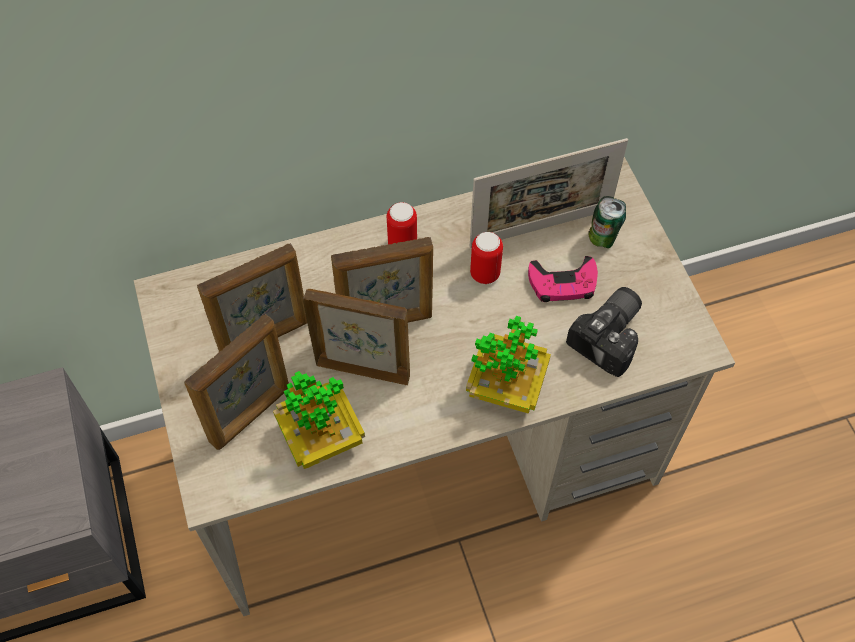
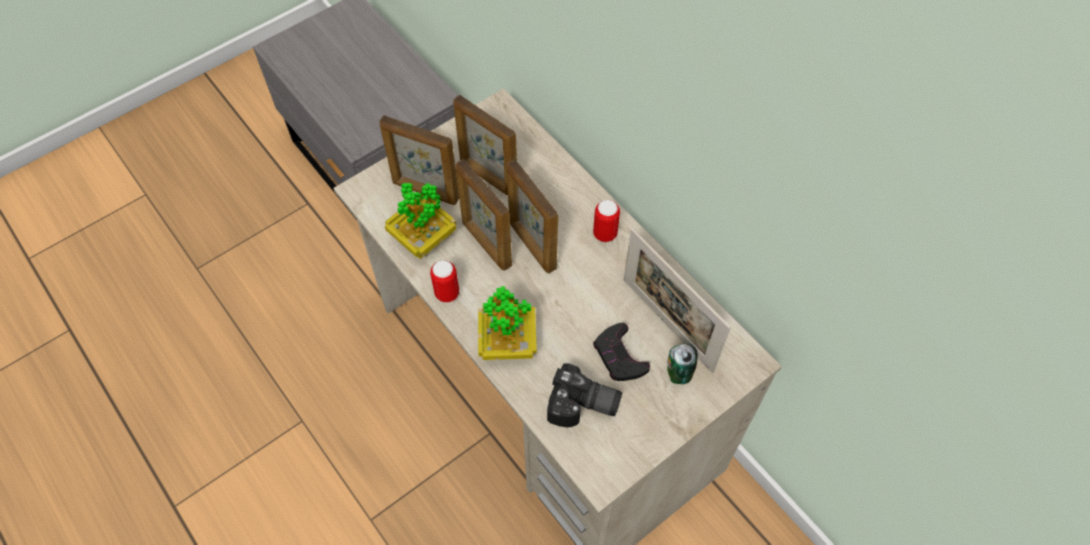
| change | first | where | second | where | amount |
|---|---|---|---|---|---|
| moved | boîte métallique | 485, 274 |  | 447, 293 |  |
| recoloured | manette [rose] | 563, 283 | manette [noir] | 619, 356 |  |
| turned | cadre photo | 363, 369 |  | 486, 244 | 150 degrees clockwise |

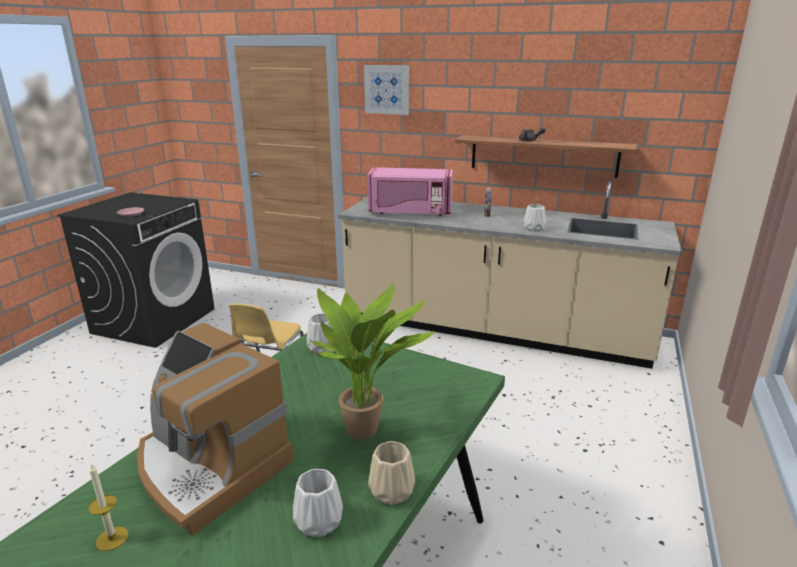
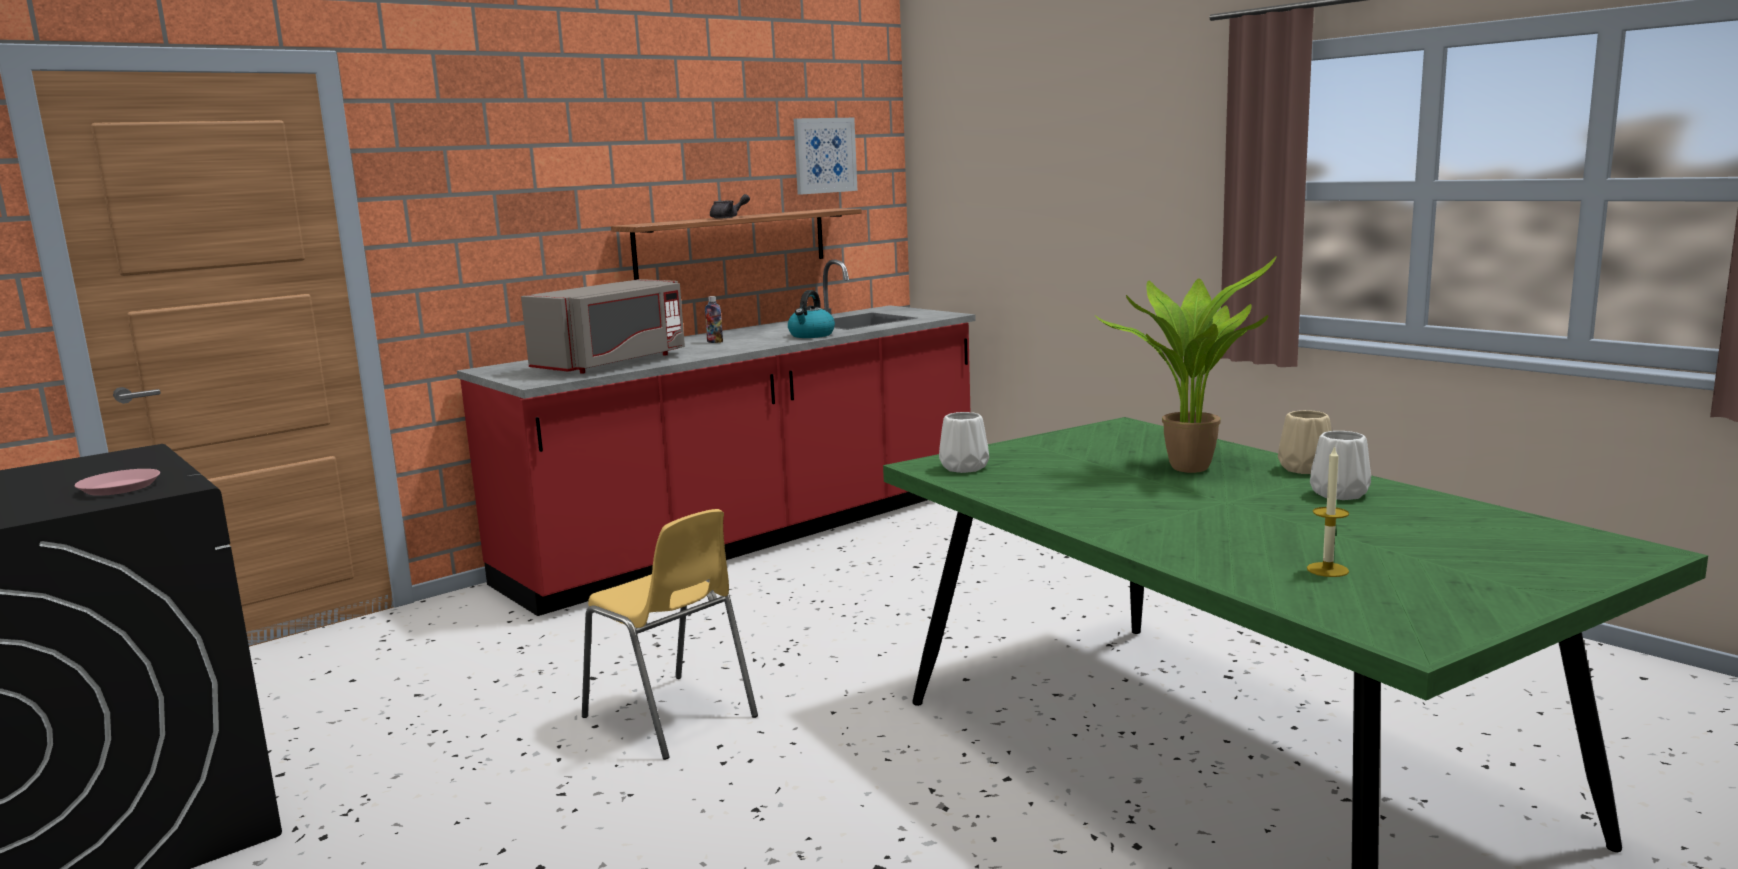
| change | first | where | second | where | amount |
|---|---|---|---|---|---|
| moved | tableau | 387, 89 |  | 824, 155 |  |
| recoloured | micro-ondes [rose] | 410, 212 | micro-ondes [gris] | 613, 363 |  |
| recoloured | comptoir de cuisine [beige] | 493, 330 | comptoir de cuisine [rouge] | 753, 535 |  |
| replaced | vase [blanc] | 534, 229 | bouilloire | 811, 335 |  |
| removed | machine à café | 209, 466 |  |  |  |

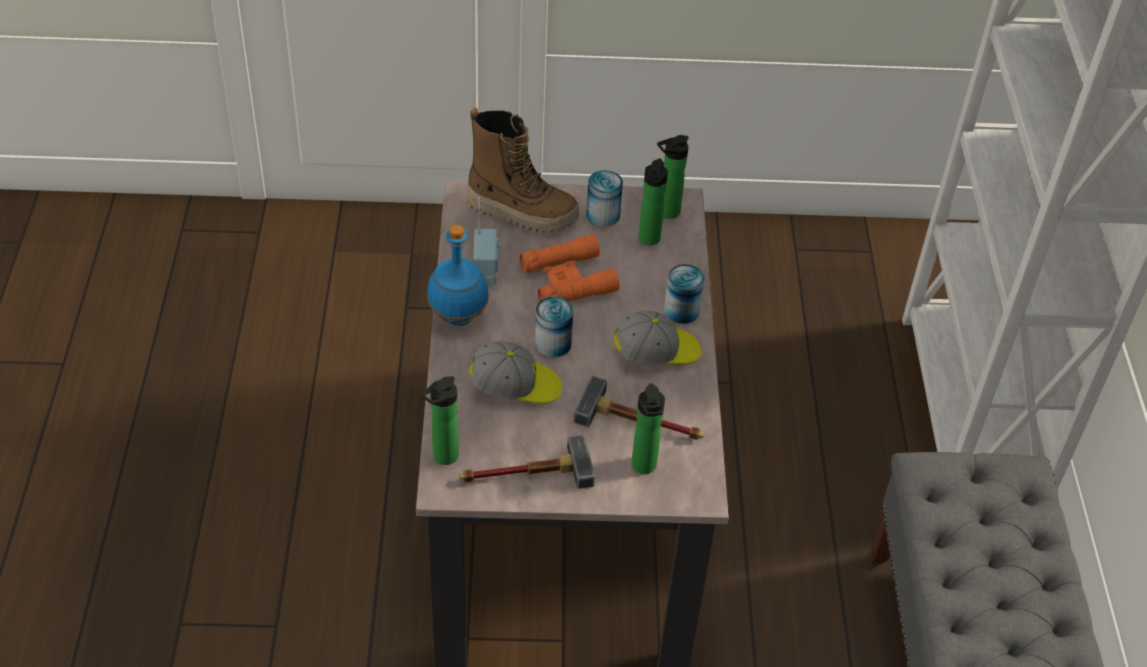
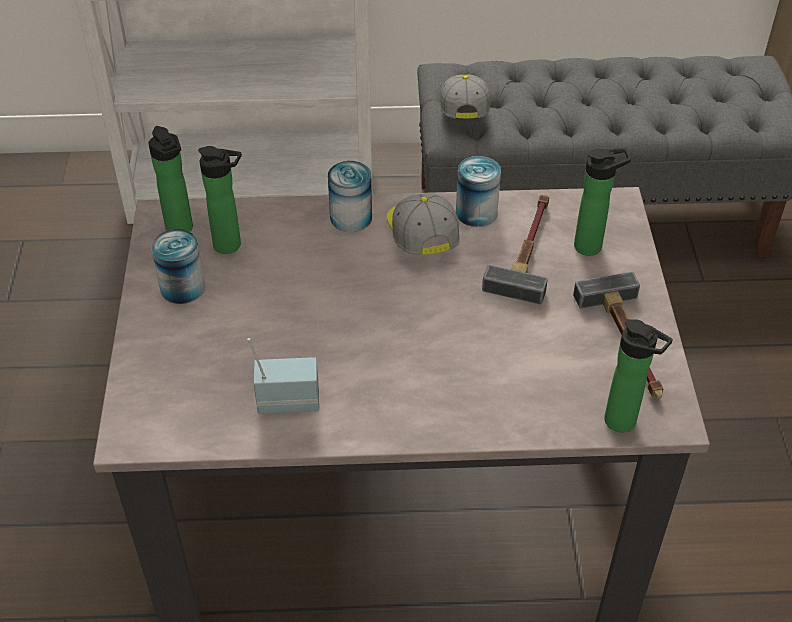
| change | first | where | second | where | amount |
|---|---|---|---|---|---|
| removed | botte | 522, 212 |  |  |  |
| removed | bouteille [bleu] | 459, 317 |  |  |  |
| removed | jumelles [orange] | 568, 279 |  |  |  |
| moved | boîte métallique | 553, 343 |  | 476, 212 |  |
| moved | casquette | 515, 387 |  | 463, 110 |  |

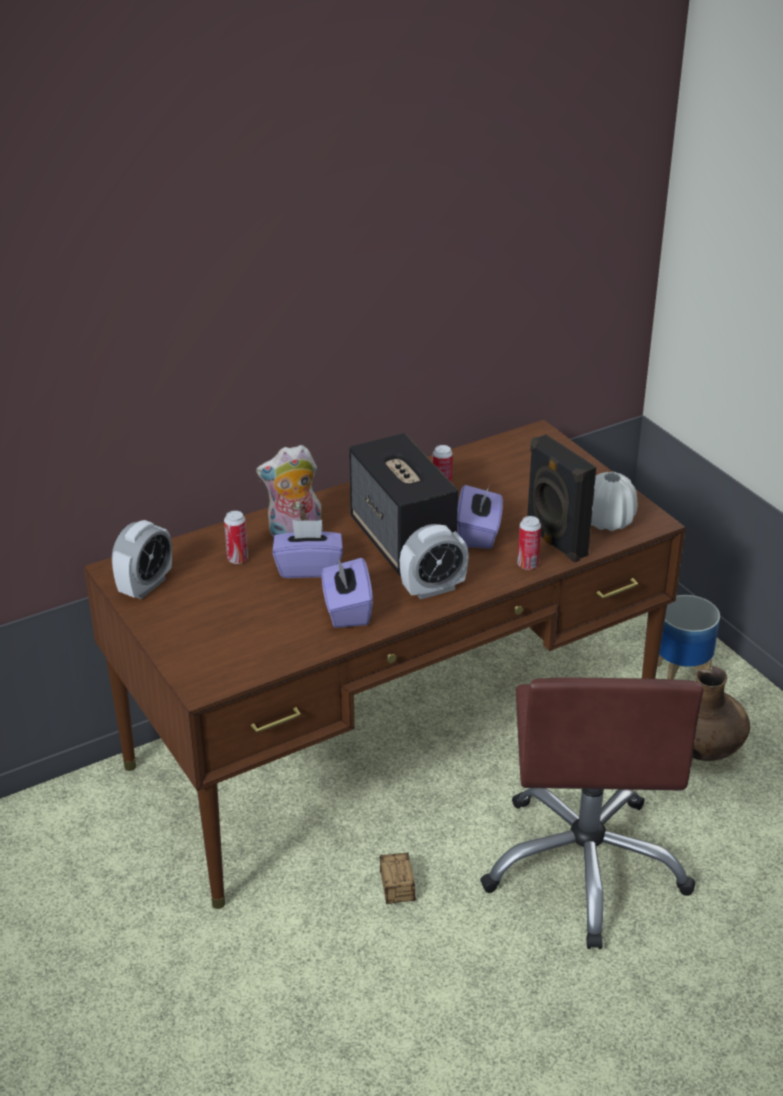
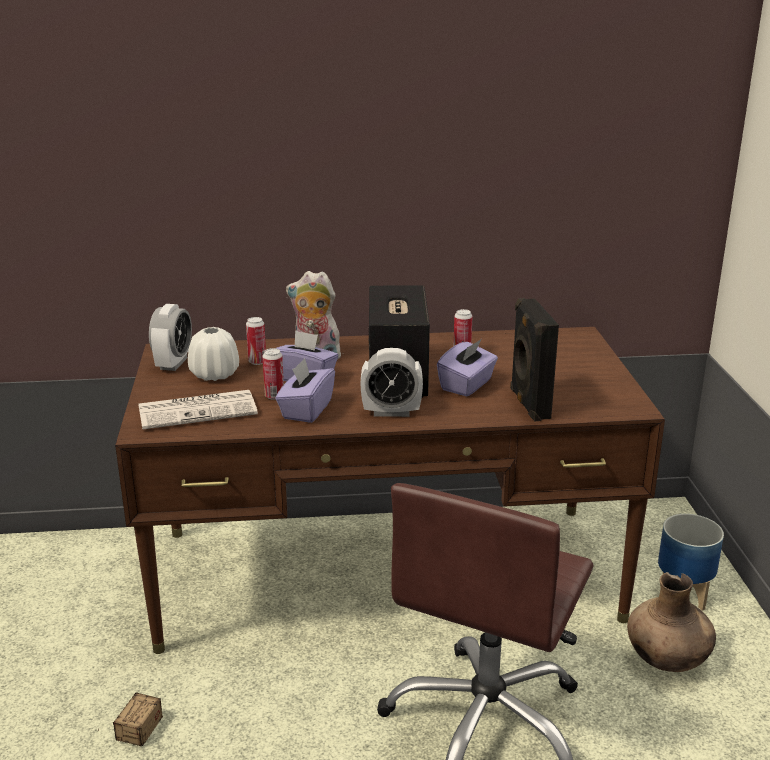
| change | first | where | second | where | amount |
|---|---|---|---|---|---|
| moved | vase [blanc] | 607, 521 |  | 214, 374 |  |
| moved | boîte métallique | 527, 565 |  | 274, 396 |  |
| turned | réveil | 145, 586 |  | 173, 363 | 45 degrees counterclockwise |
| moved | boîte de rangement | 401, 909 |  | 124, 750 |  |
| added |  |  | journal | 199, 410 |  |

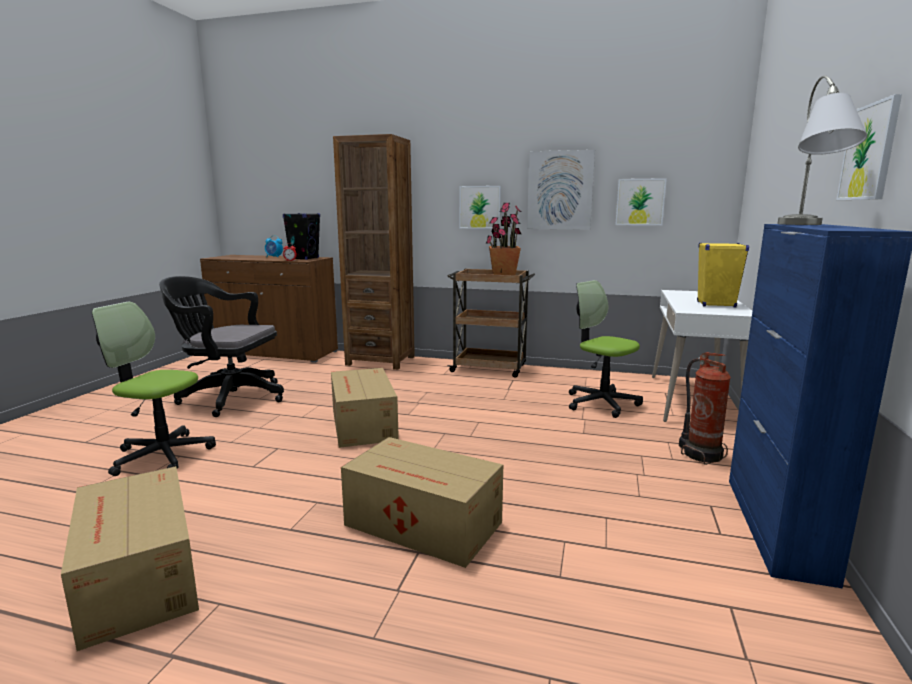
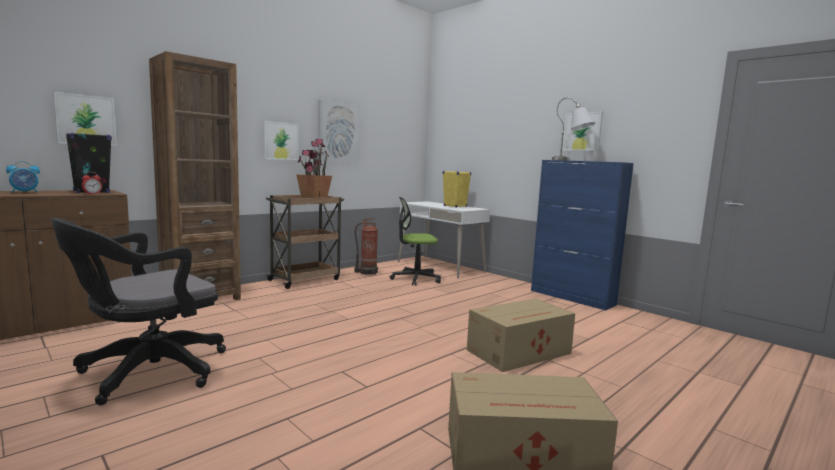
| change | first | where | second | where | amount |
|---|---|---|---|---|---|
| moved | tableau | 640, 202 |  | 86, 120 |  |
| removed | chaise de bureau | 162, 455 |  |  |  |
| moved | extincteur | 701, 454 |  | 367, 272 |  |
| removed | carton | 363, 425 |  |  |  |

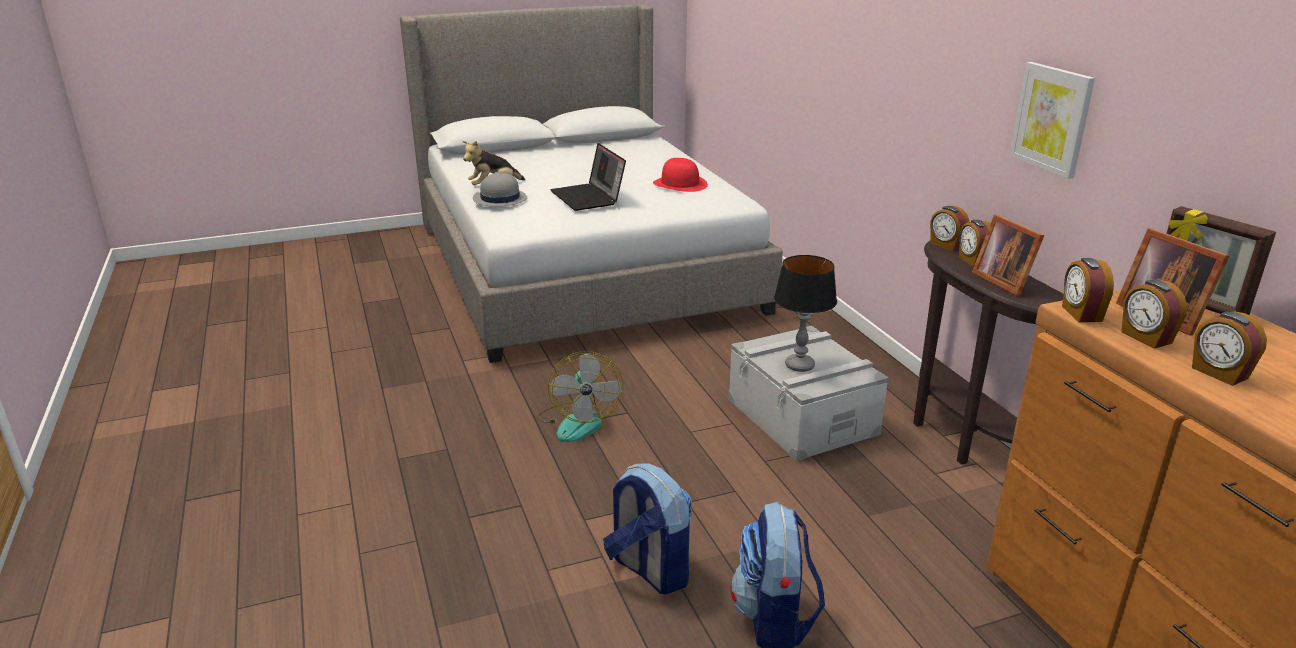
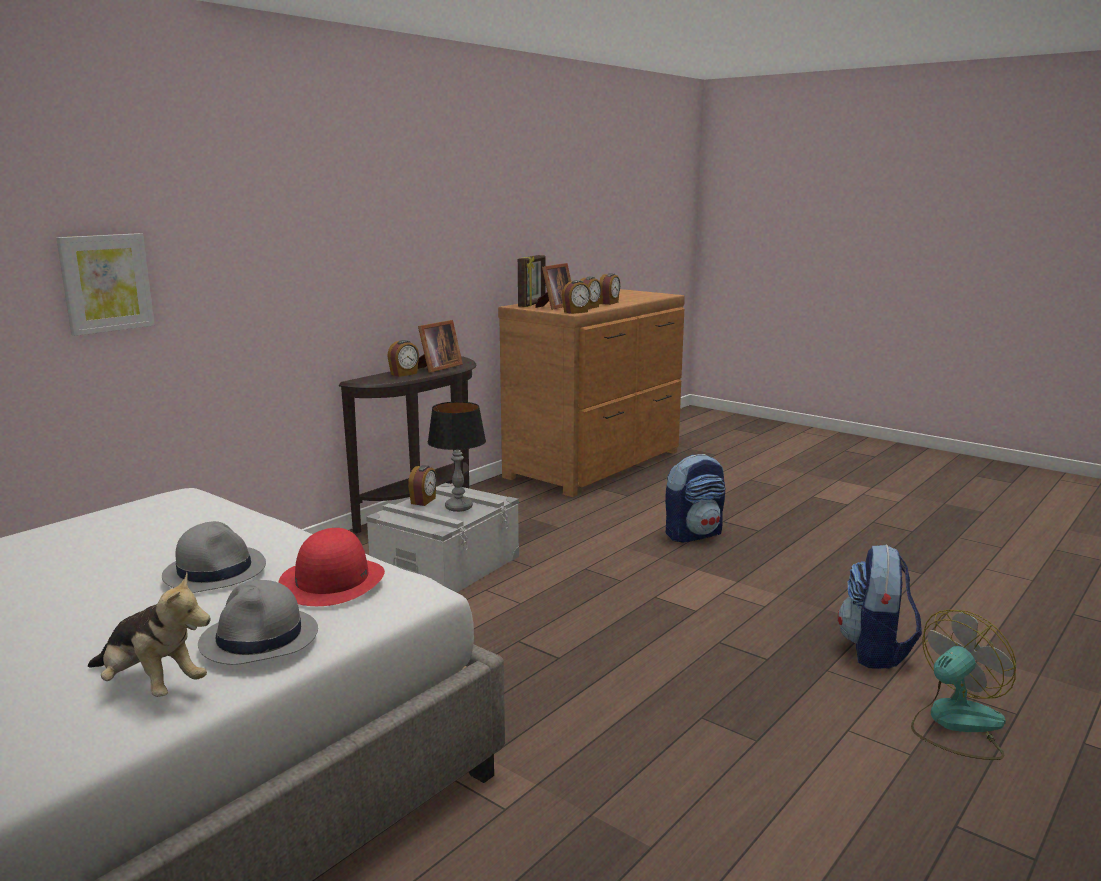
| change | first | where | second | where | amount |
|---|---|---|---|---|---|
| moved | tableau | 1052, 119 |  | 106, 283 |  |
| replaced | ordinateur portable | 589, 198 | chapeau [gris] | 215, 570 |  |
| moved | chapeau [rouge] | 680, 184 |  | 332, 580 |  |
| moved | réveil | 946, 245 |  | 424, 501 |  |
| moved | ventilateur | 578, 421 |  | 956, 724 |  |
| moved | sac à dos | 649, 570 |  | 875, 651 |  |

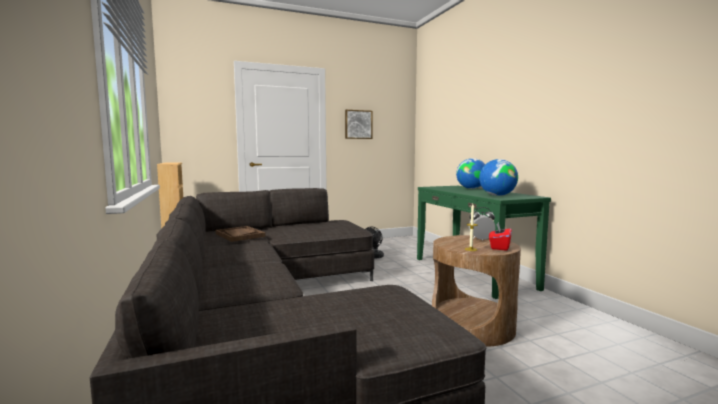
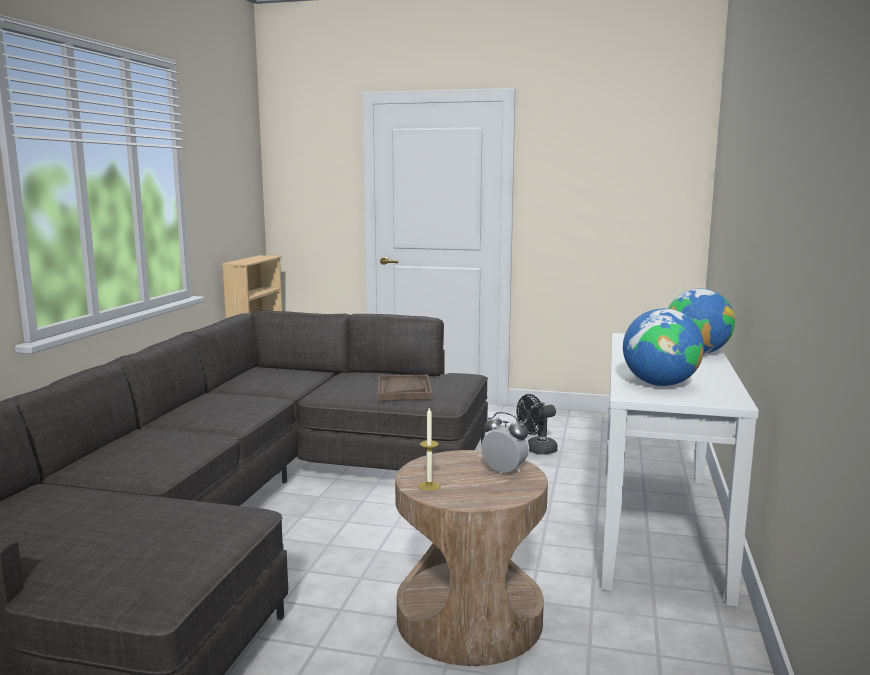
| change | first | where | second | where | amount |
|---|---|---|---|---|---|
| removed | tableau | 358, 124 |  |  |  |
| recoloured | table console [vert] | 472, 272 | table console [blanc] | 660, 527 |  |
| removed | boîte à mouchoirs [rouge] | 499, 247 |  |  |  |
| moved | plateau [marron] | 240, 235 |  | 404, 390 |  |

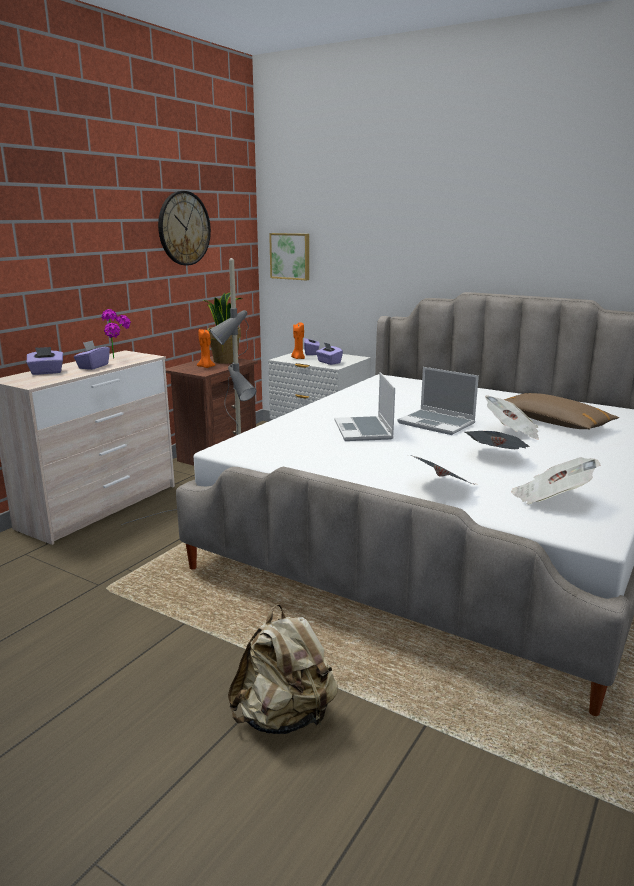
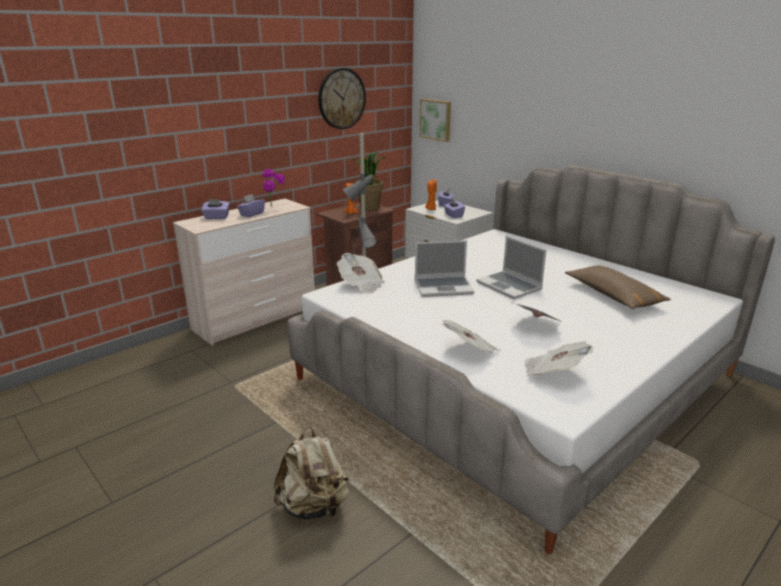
| change | first | where | second | where | amount |
|---|---|---|---|---|---|
| turned | ordinateur portable | 364, 431 |  | 444, 287 | 105 degrees counterclockwise |
| moved | journal | 511, 432 |  | 361, 285 |  |

